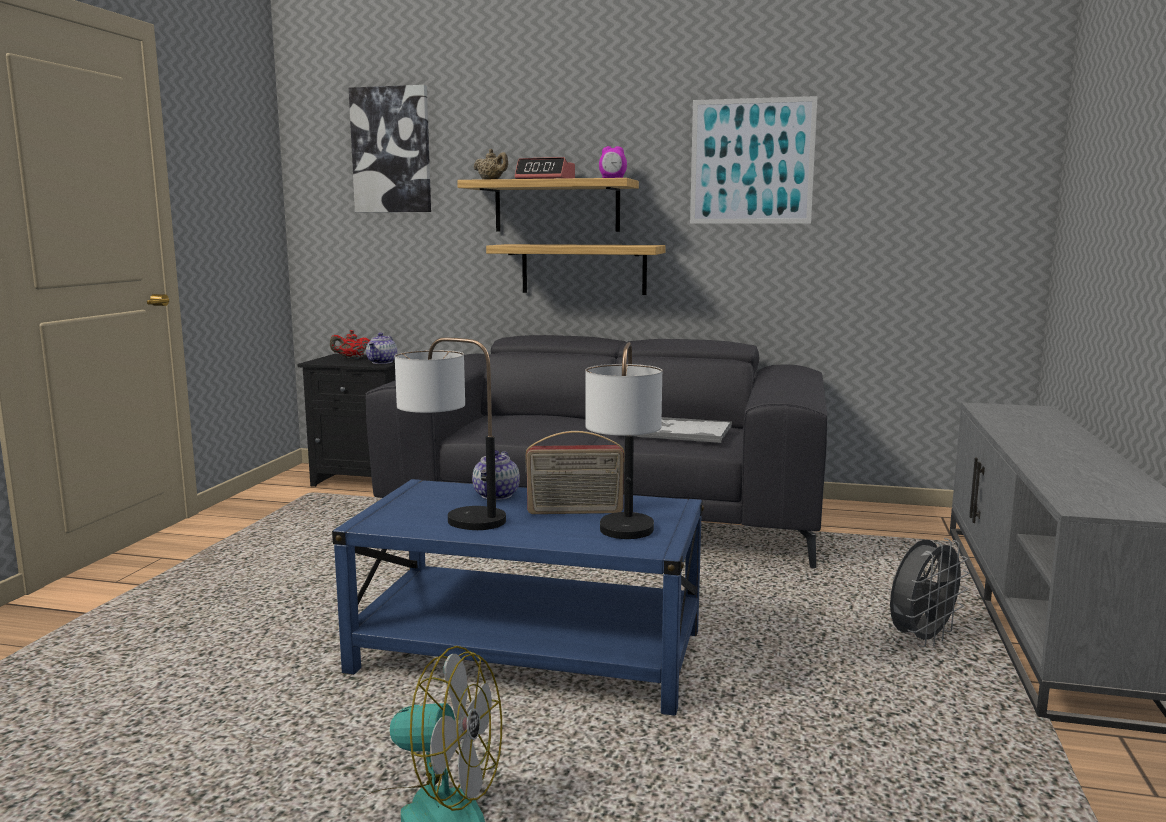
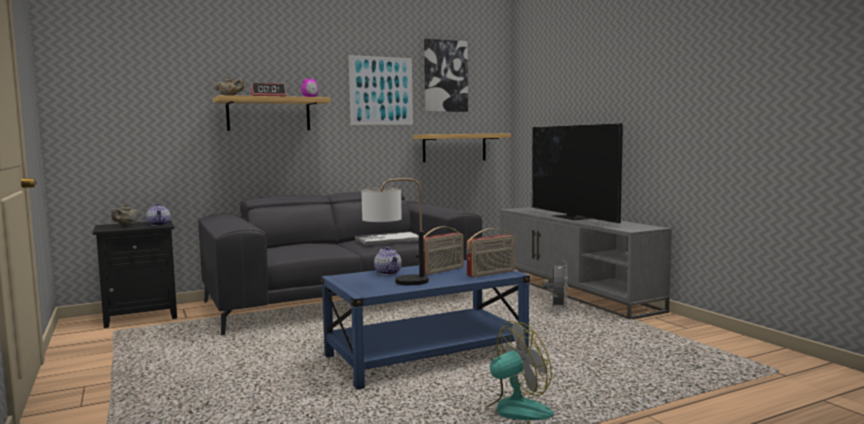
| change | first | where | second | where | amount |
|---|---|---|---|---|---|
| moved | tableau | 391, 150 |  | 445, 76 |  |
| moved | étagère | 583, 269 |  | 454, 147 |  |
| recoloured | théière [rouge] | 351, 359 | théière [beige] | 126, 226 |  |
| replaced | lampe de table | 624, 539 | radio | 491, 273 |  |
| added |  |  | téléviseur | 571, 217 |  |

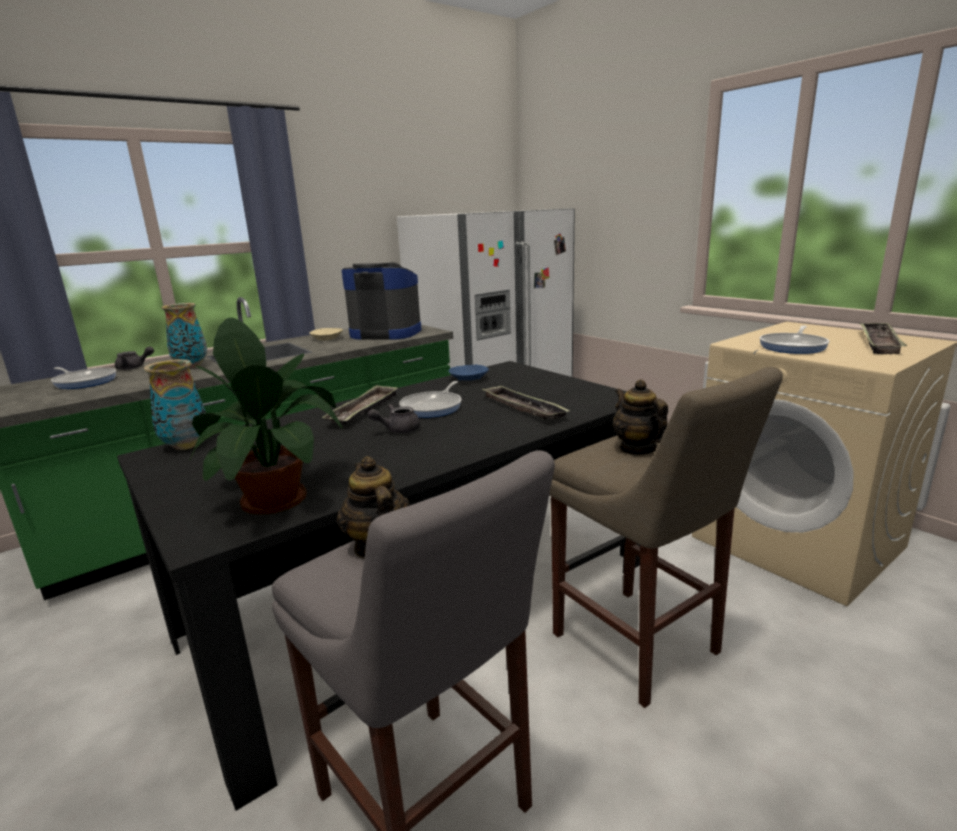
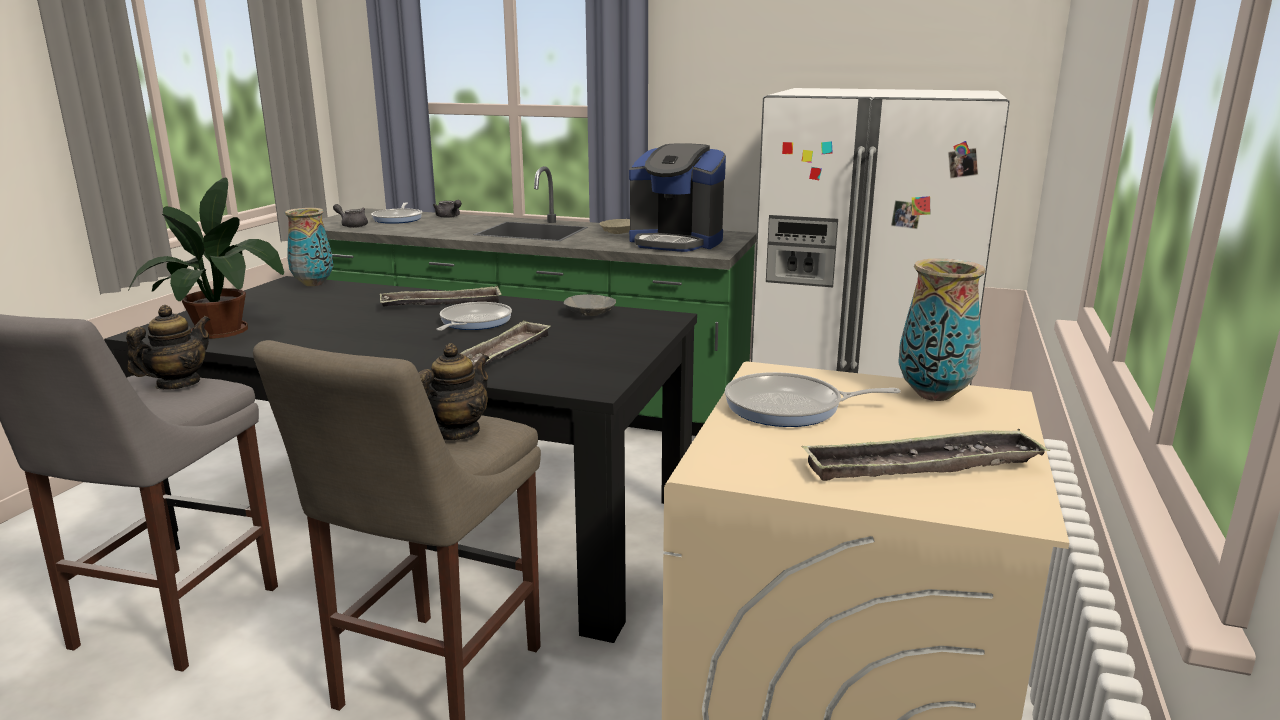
| change | first | where | second | where | amount |
|---|---|---|---|---|---|
| turned | machine à café | 385, 333 |  | 676, 242 | 135 degrees clockwise |
| moved | vase | 191, 366 |  | 932, 395 |  |
| recoloured | bol [bleu] | 469, 379 | bol [gris] | 590, 313 |  |
| turned | poêle | 433, 407 |  | 473, 322 | 120 degrees clockwise |
| moved | théière [gris] | 397, 430 |  | 352, 225 |  |

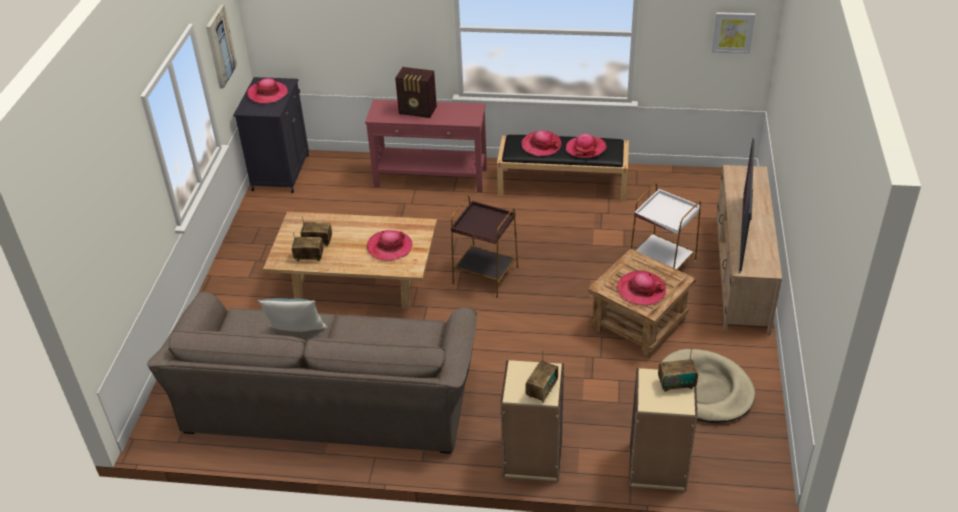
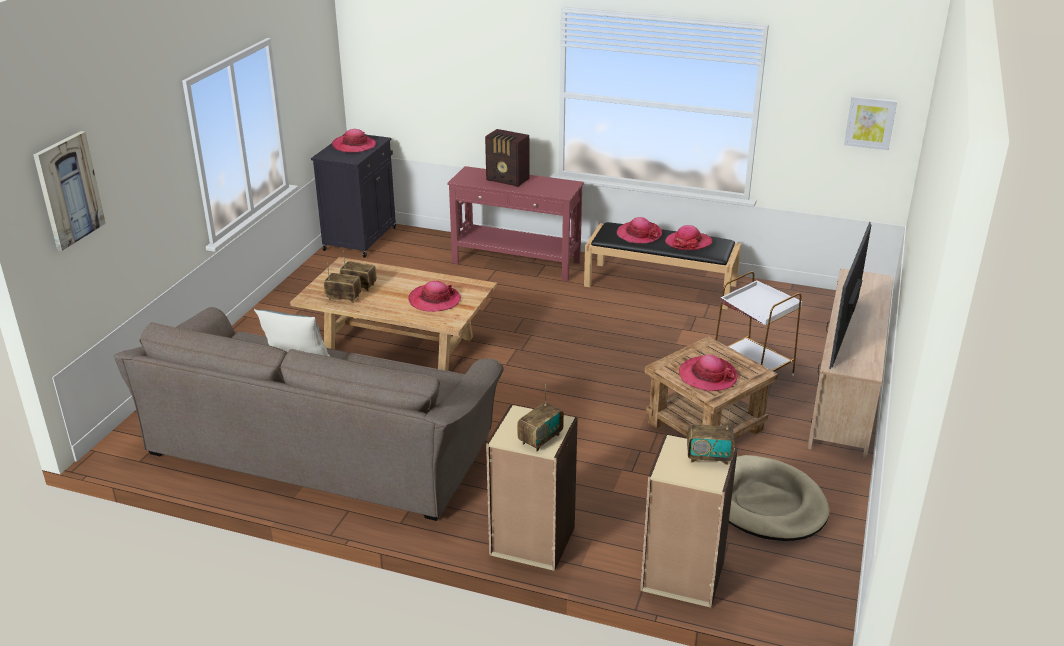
| change | first | where | second | where | amount |
|---|---|---|---|---|---|
| moved | tableau | 220, 46 |  | 68, 190 |  |
| removed | table d'appoint [marron] | 486, 276 |  |  |  |

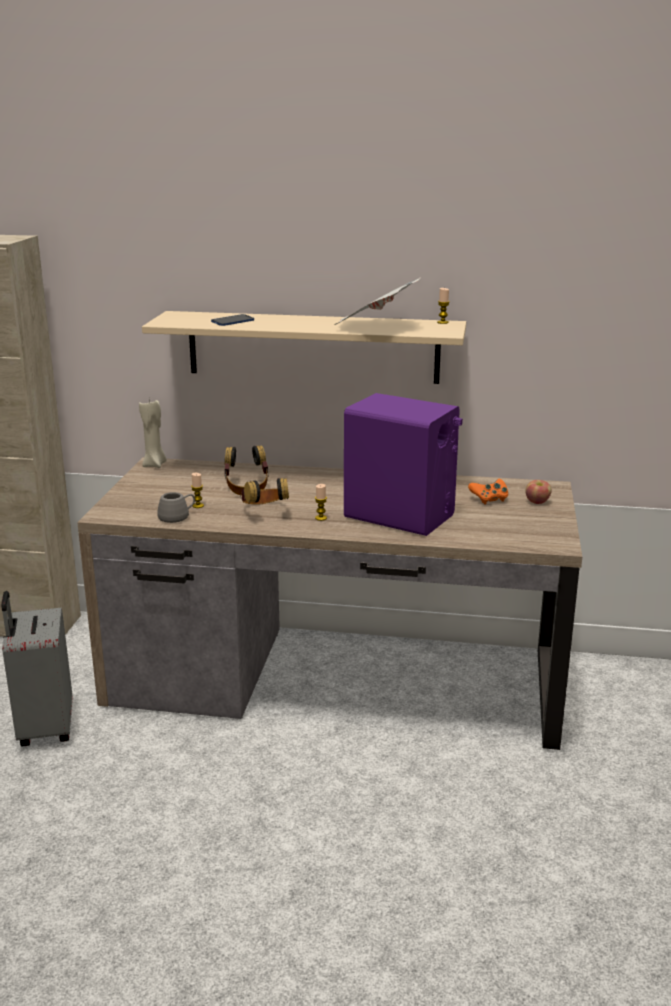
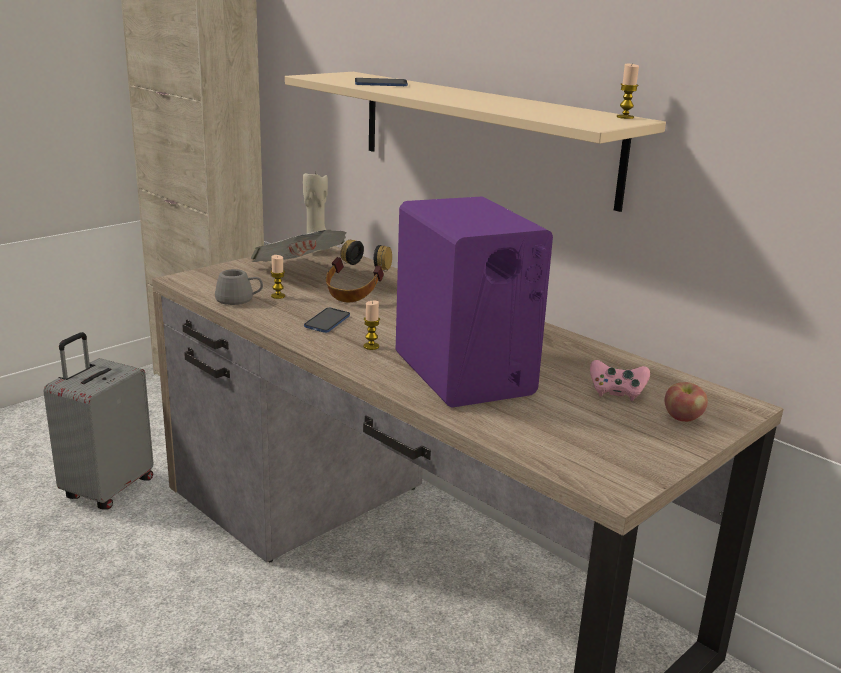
| change | first | where | second | where | amount |
|---|---|---|---|---|---|
| moved | journal | 374, 326 |  | 298, 273 |  |
| replaced | casque audio | 264, 512 | téléphone | 327, 322 |  |
| recoloured | manette [orange] | 489, 499 | manette [rose] | 616, 392 |  |

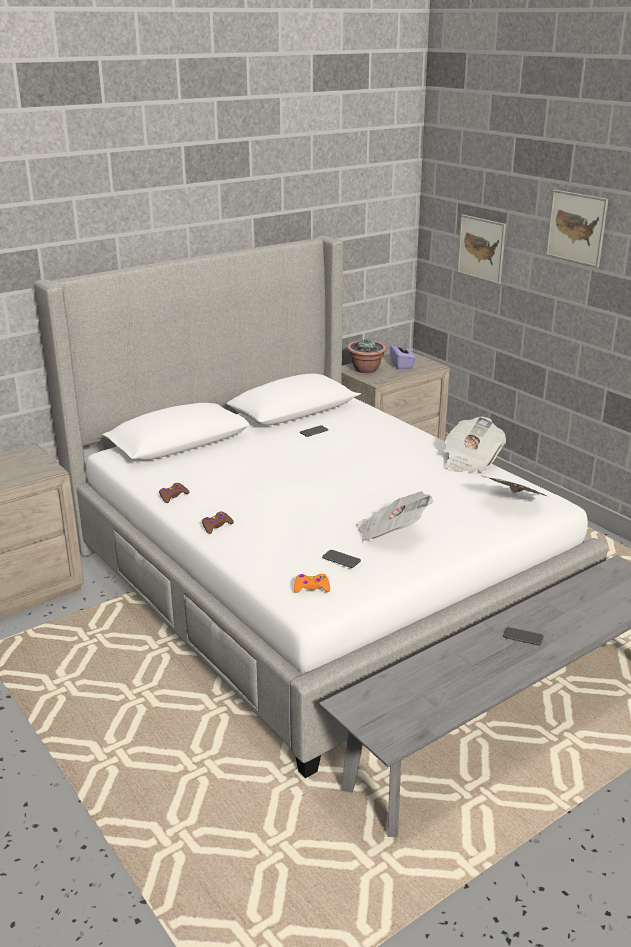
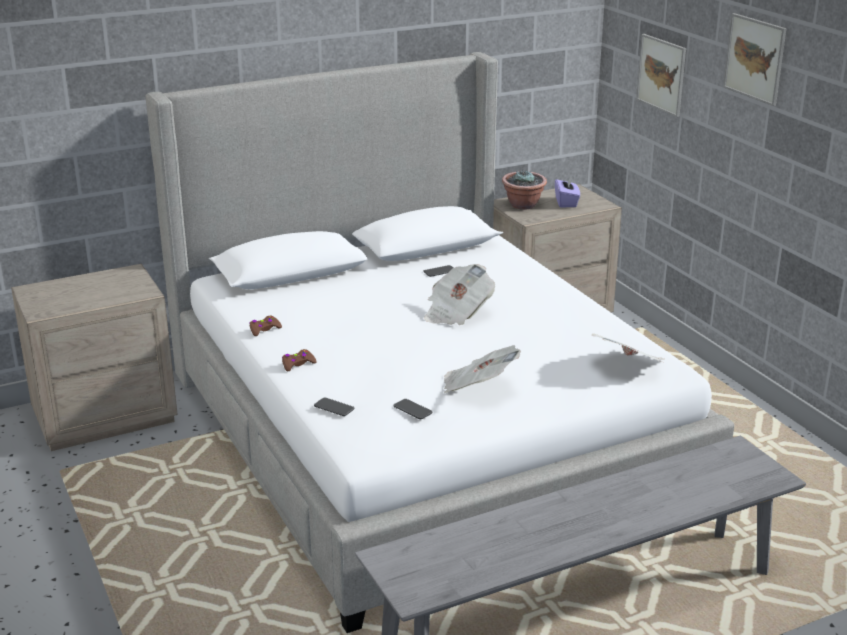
| change | first | where | second | where | amount |
|---|---|---|---|---|---|
| moved | journal | 470, 461 |  | 457, 313 |  |
| removed | manette [orange] | 311, 587 |  |  |  |
| moved | téléphone | 523, 637 |  | 334, 407 |  |

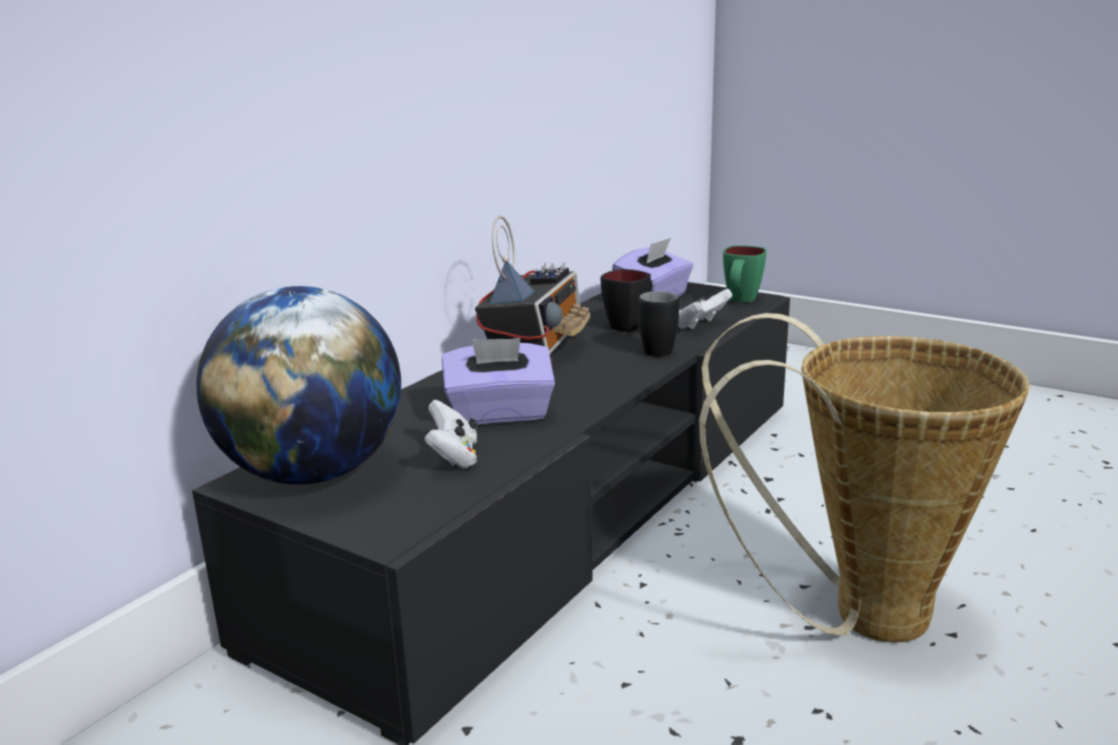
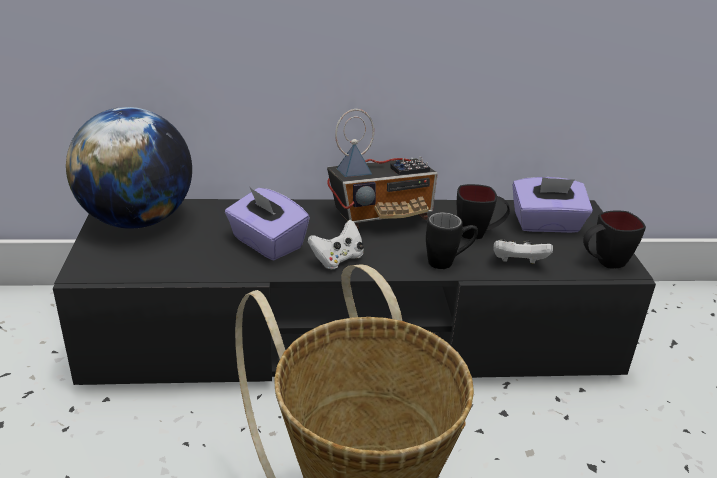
| change | first | where | second | where | amount |
|---|---|---|---|---|---|
| recoloured | mug [vert] | 740, 301 | mug [noir] | 603, 263 |  |
| moved | manette [blanc] | 453, 457 |  | 337, 259 |  |

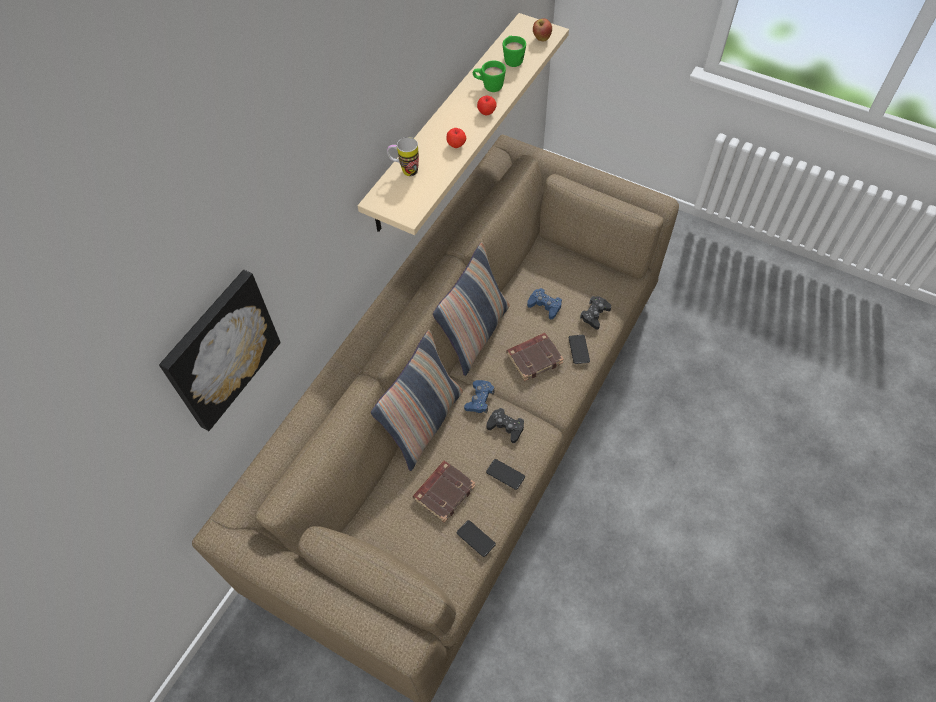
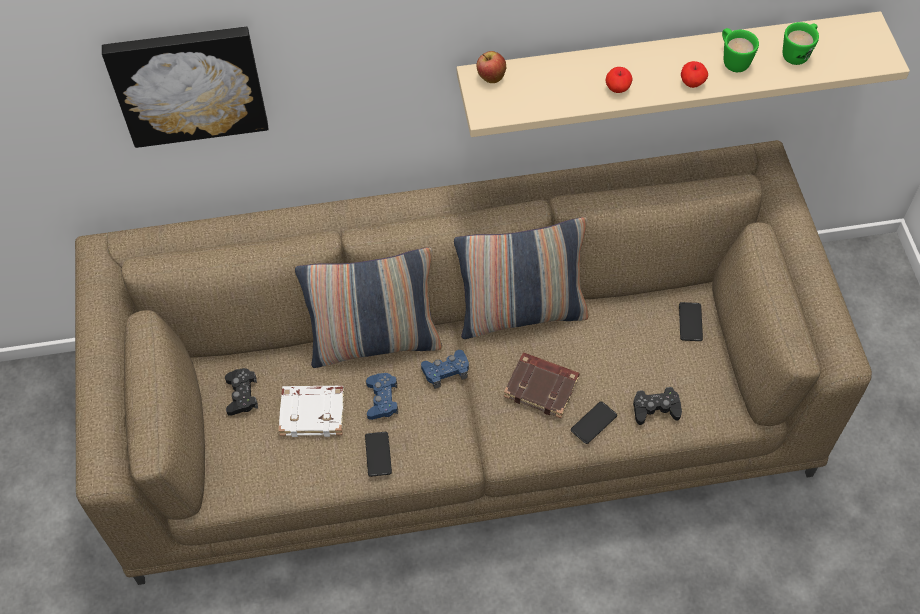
| change | first | where | second | where | amount |
|---|---|---|---|---|---|
| moved | pomme | 541, 39 |  | 491, 77 |  |
| removed | mug | 405, 171 |  |  |  |
| moved | manette [bleu] | 545, 306 |  | 382, 399 |  |
| moved | manette [noir] | 506, 427 |  | 241, 395 |  |
| recoloured | livre [marron] | 444, 491 | livre [blanc] | 313, 412 |  |
| moved | téléphone | 476, 538 |  | 690, 322 |  |

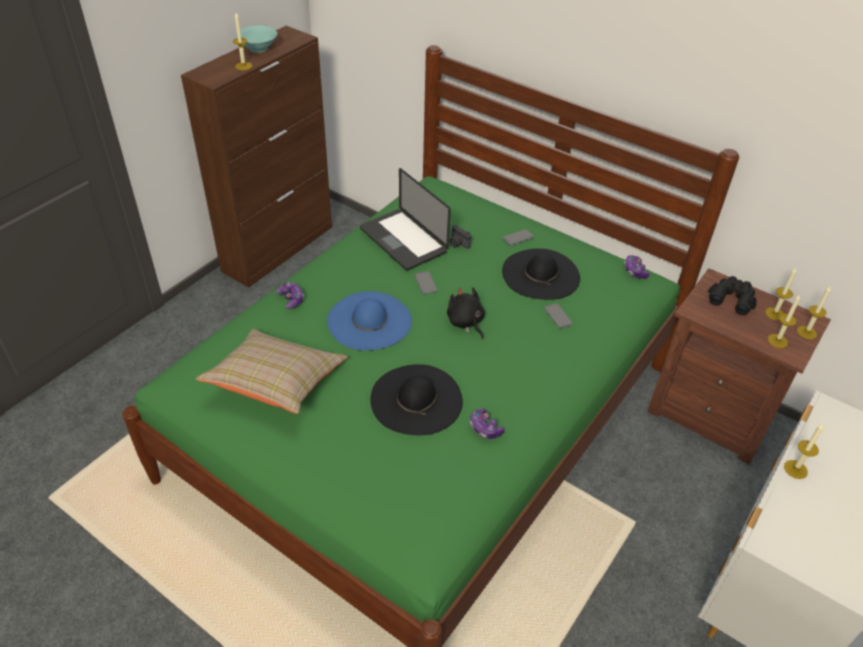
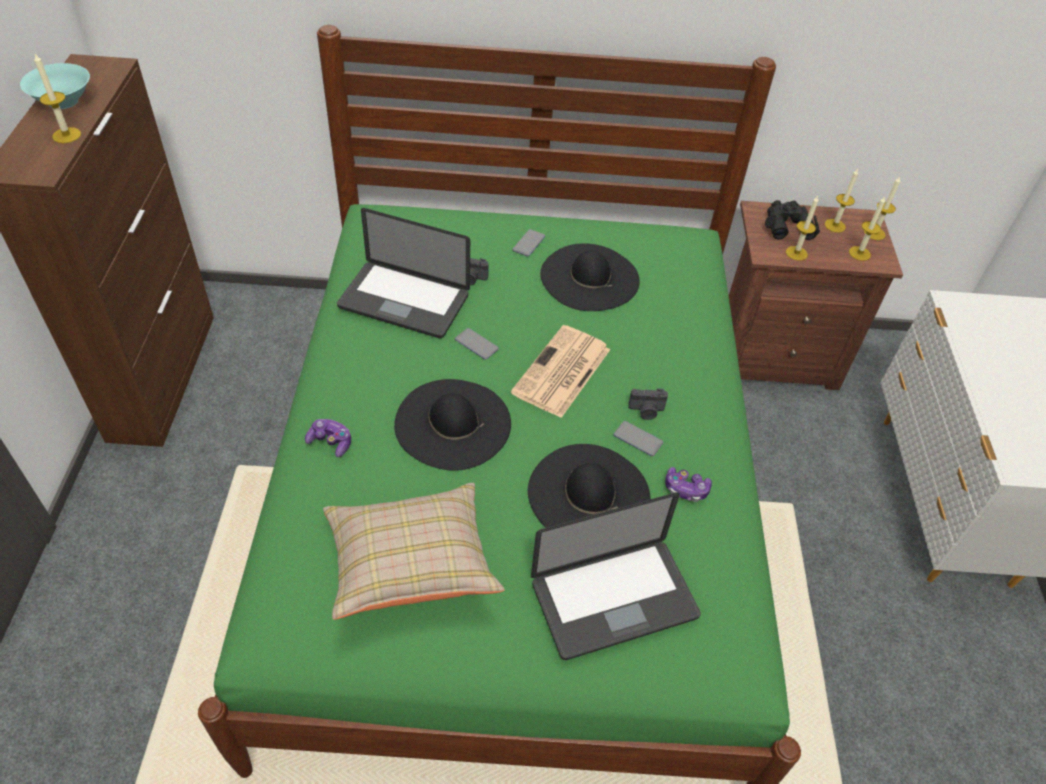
| change | first | where | second | where | amount |
|---|---|---|---|---|---|
| removed | manette | 635, 271 |  |  |  |
| replaced | peluche [noir] | 466, 322 | journal | 561, 372 |  |
| recoloured | chapeau [bleu] | 369, 321 | chapeau [noir] | 452, 423 |  |
| moved | téléphone | 558, 316 |  | 638, 439 |  |
| moved | bougie | 795, 469 |  | 796, 253 |  |
| added |  |  | appareil photo | 646, 411 |  |
| added |  |  | ordinateur portable | 614, 599 |  |

